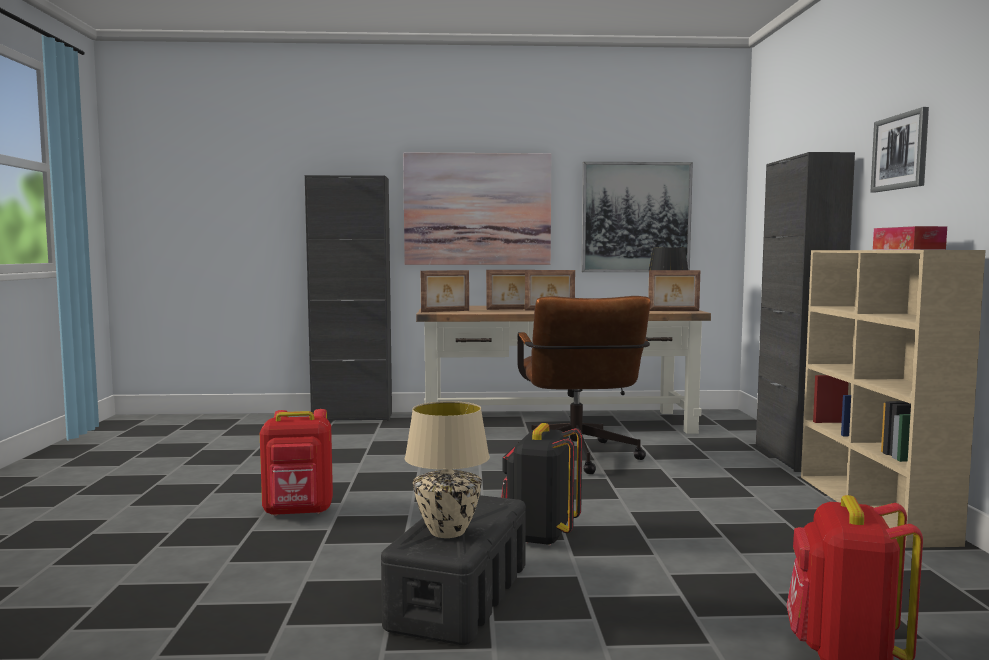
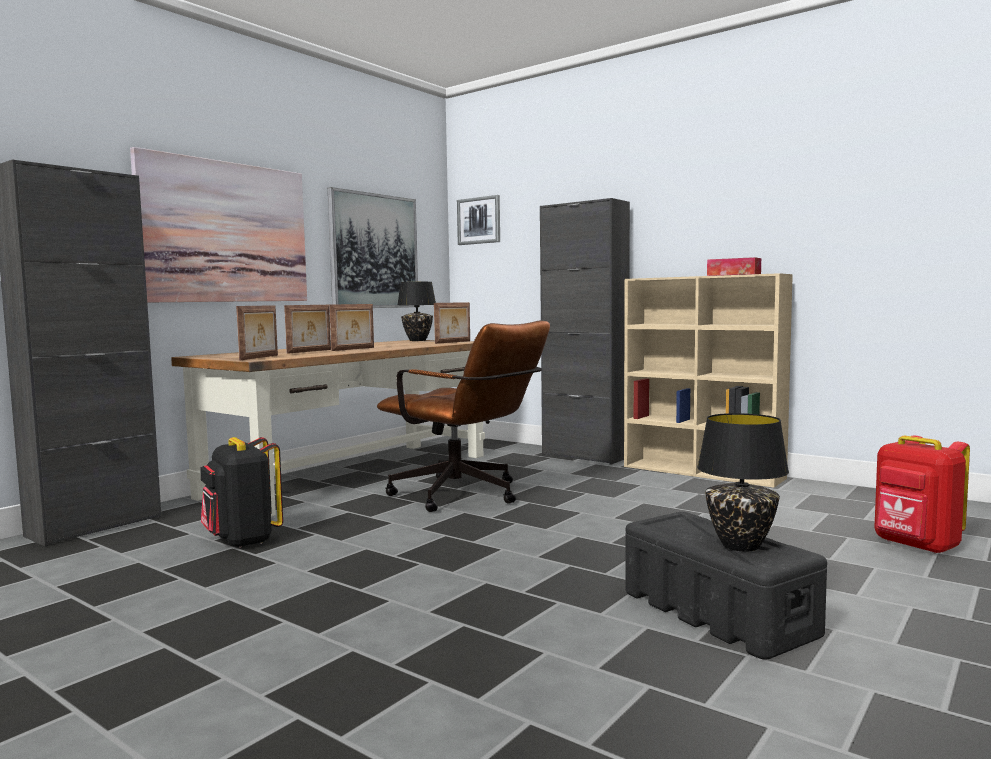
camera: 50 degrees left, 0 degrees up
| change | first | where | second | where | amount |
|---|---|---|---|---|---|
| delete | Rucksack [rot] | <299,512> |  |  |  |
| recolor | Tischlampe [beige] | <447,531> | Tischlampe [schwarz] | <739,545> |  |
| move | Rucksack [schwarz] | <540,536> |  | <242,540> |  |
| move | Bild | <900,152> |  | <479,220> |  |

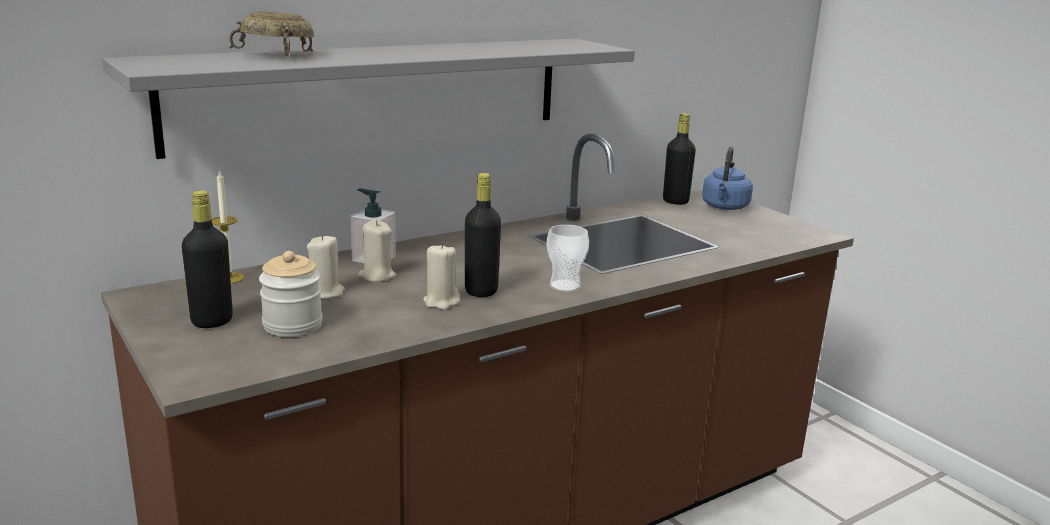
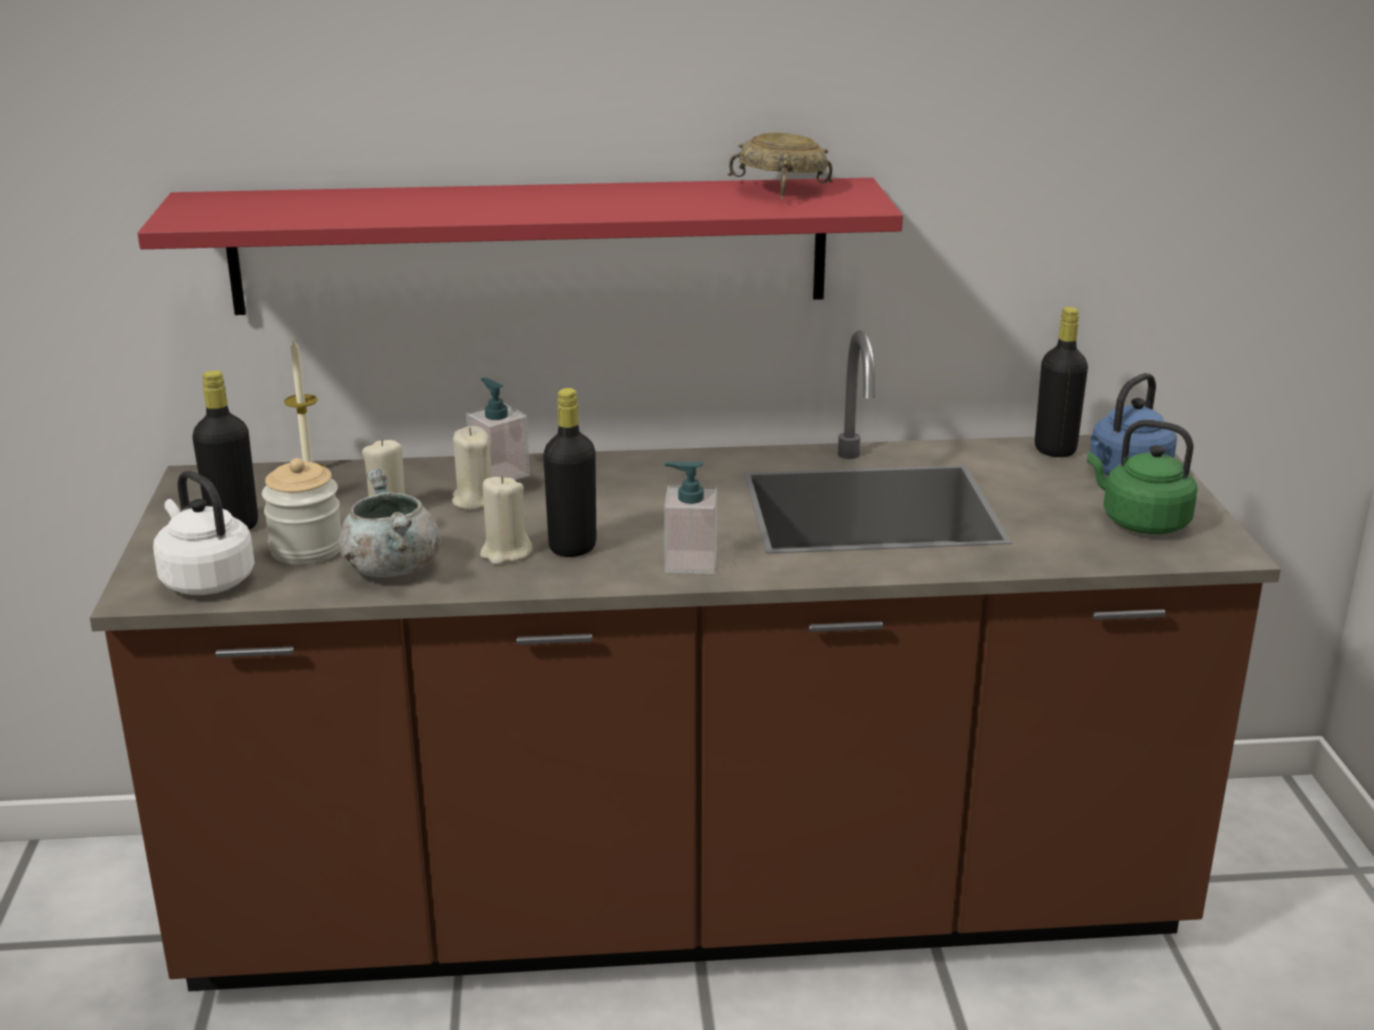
camera: 30 degrees right, 5 degrees up
| change | first | where | second | where | amount |
|---|---|---|---|---|---|
| recolor | Wandregal [grau] | <376,92> | Wandregal [rot] | <530,246> |  |
| move | Schüssel [beige] | <277,55> |  | <780,190> |  |
| replace | Tasse | <565,286> | Seifenspender | <690,562> |  |
| insert |  |  | Wasserkessel [weiß] | <205,580> |  |
| insert |  |  | Kochtopf [grau] | <390,567> |  |
| insert |  |  | Wasserkessel [grün] | <1140,522> |  |

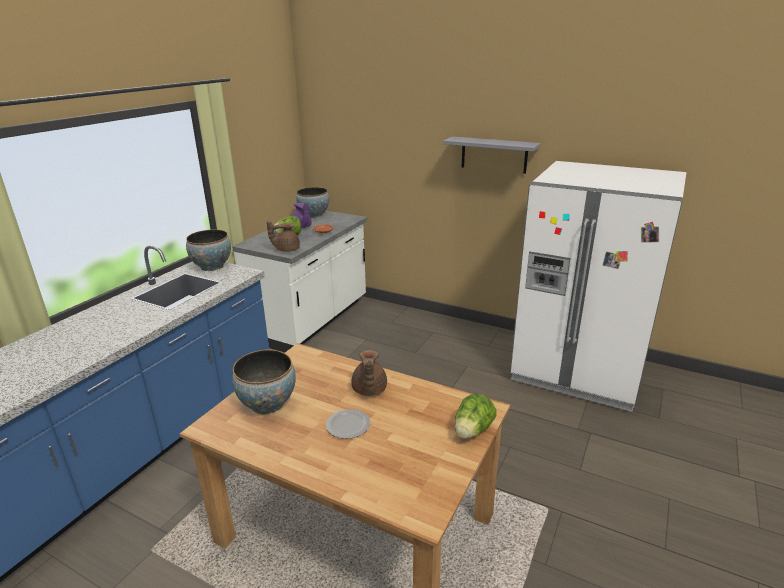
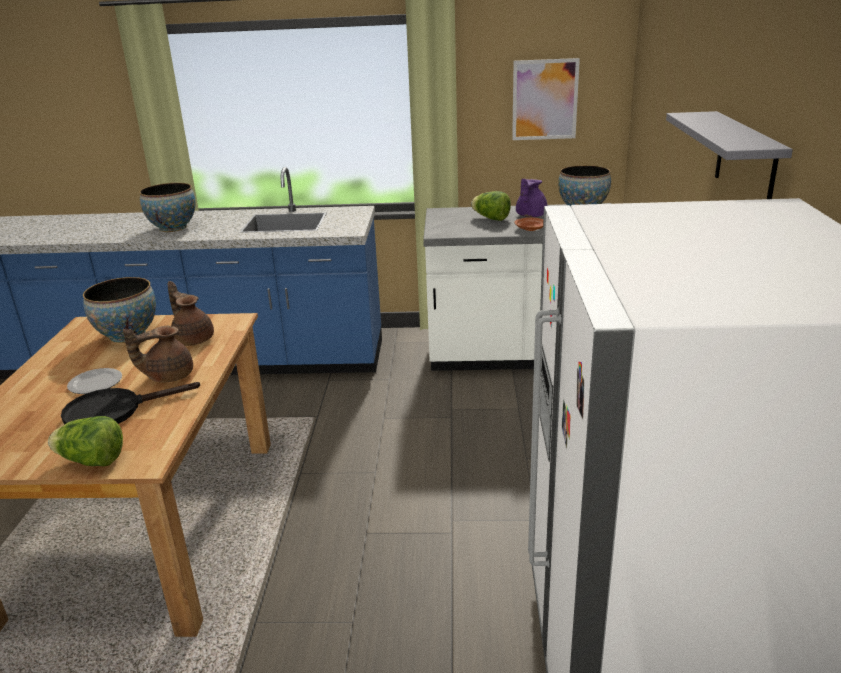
camera: 65 degrees right, 0 degrees up
| change | first | where | second | where | amount |
|---|---|---|---|---|---|
| move | Schüssel | <212,266> |  | <173,228> |  |
| move | Teekanne [braun] | <286,249> |  | <193,339> |  |
| insert |  |  | Pfanne [schwarz] | <114,411> |  |
| insert |  |  | Bild | <545,100> |  |

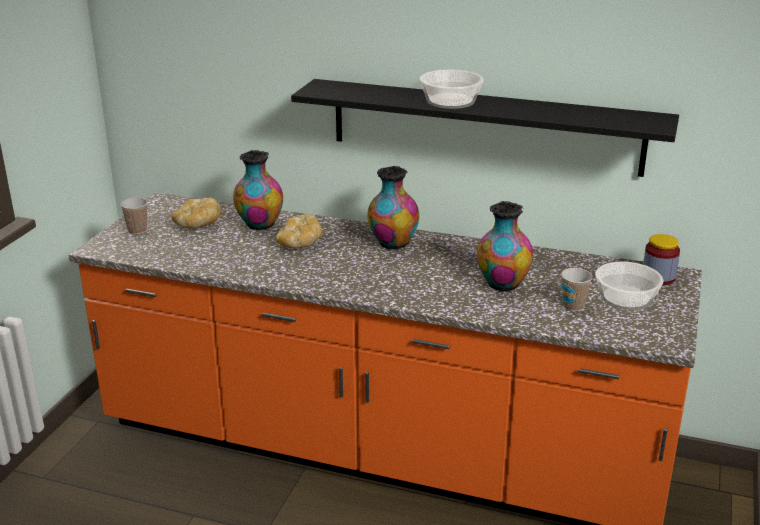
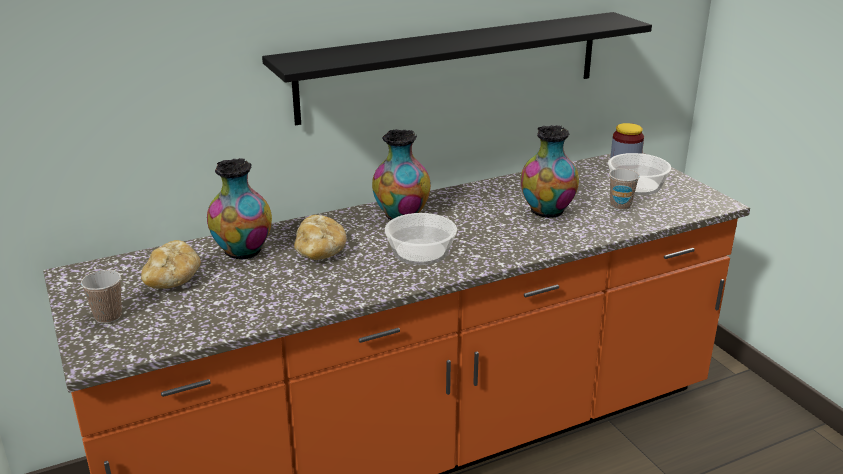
camera: 45 degrees left, 0 degrees up
| change | first | where | second | where | amount |
|---|---|---|---|---|---|
| move | Schüssel | <450,101> |  | <420,252> |  |

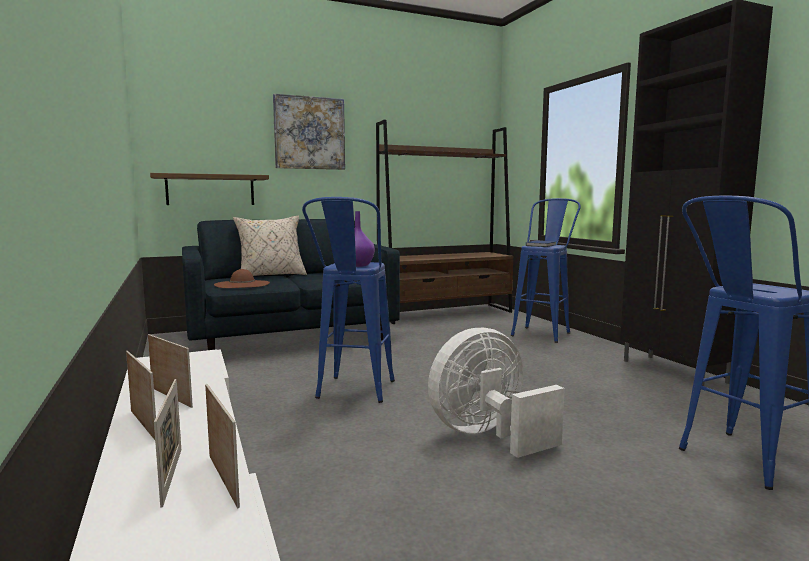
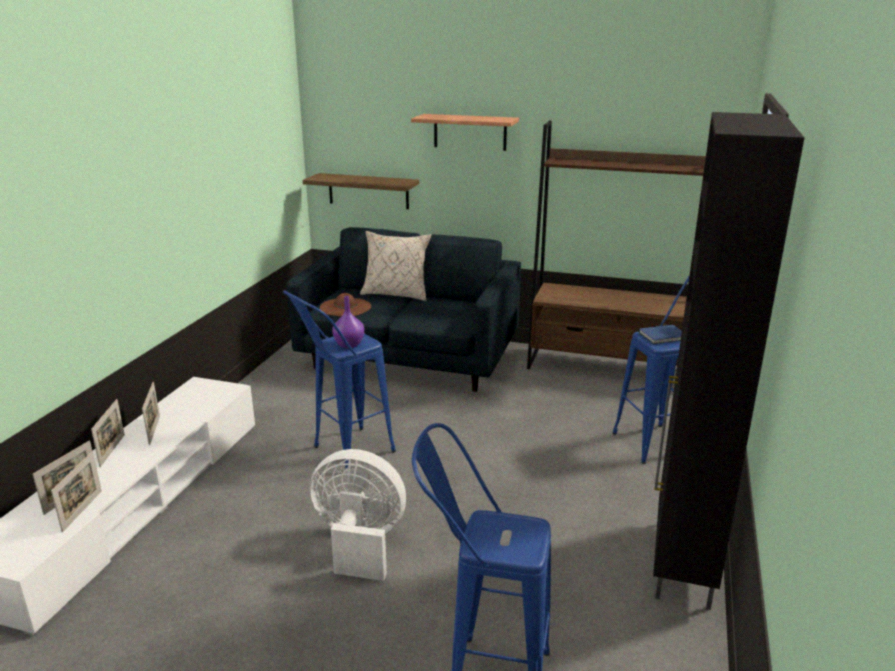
camera: 40 degrees right, 15 degrees up
| change | first | where | second | where | amount |
|---|---|---|---|---|---|
| replace | Bild | <309,133> | Wandregal | <470,132> |  |

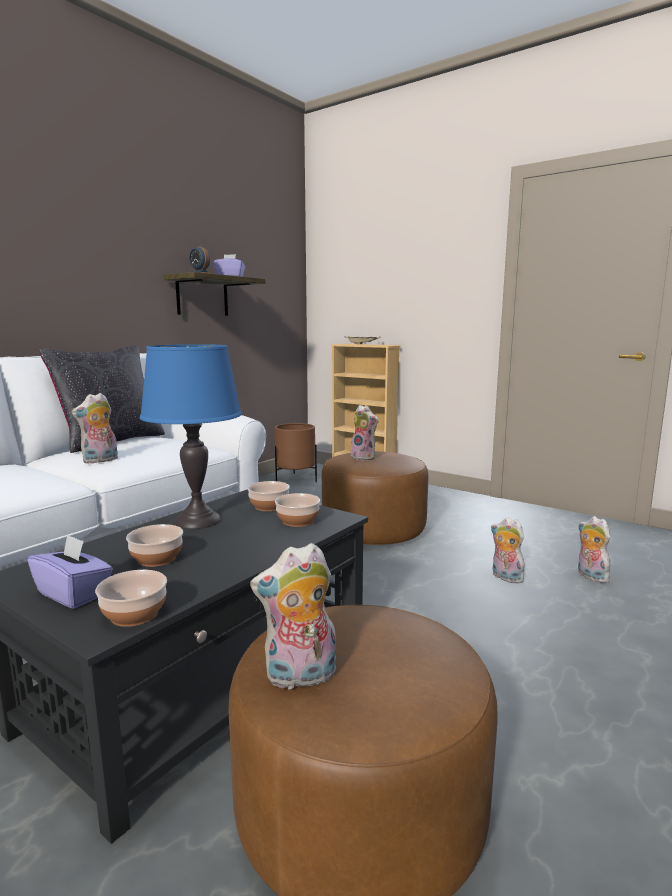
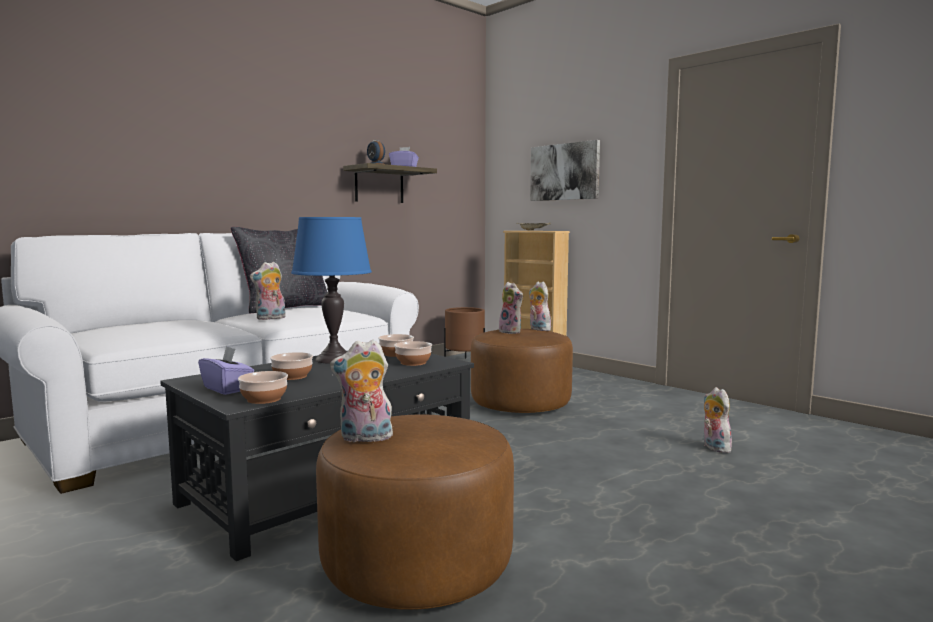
camera: 10 degrees right, 5 degrees down
| change | first | where | second | where | amount |
|---|---|---|---|---|---|
| move | Plüschtier | <505,577> |  | <538,329> |  |
| insert |  |  | Bild | <564,172> |  |

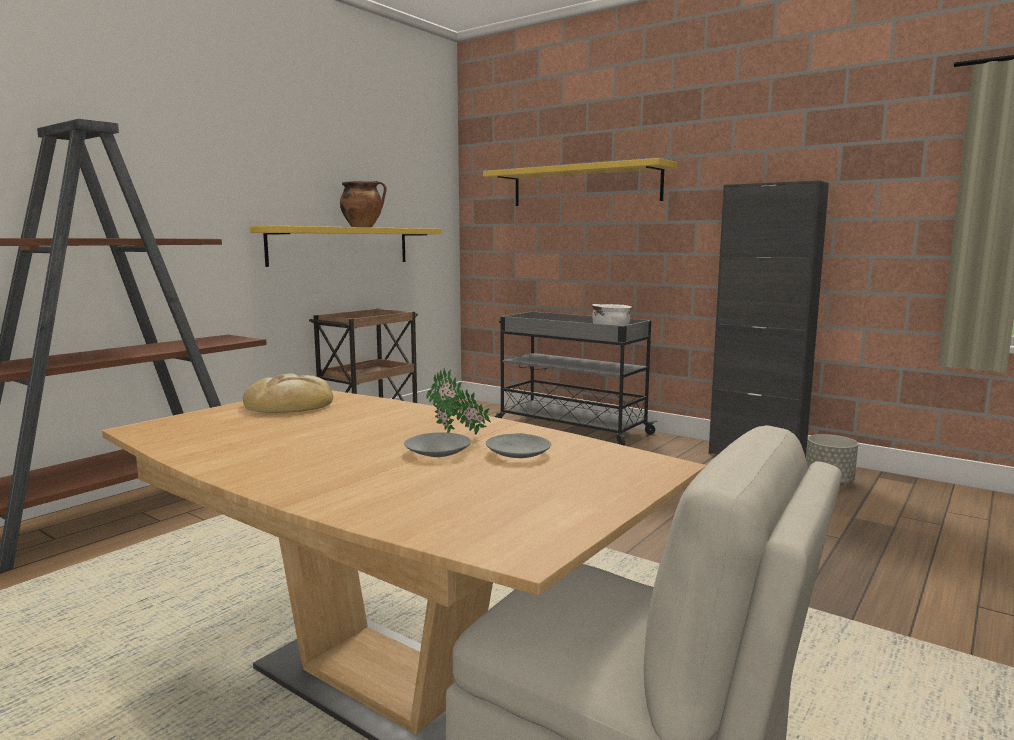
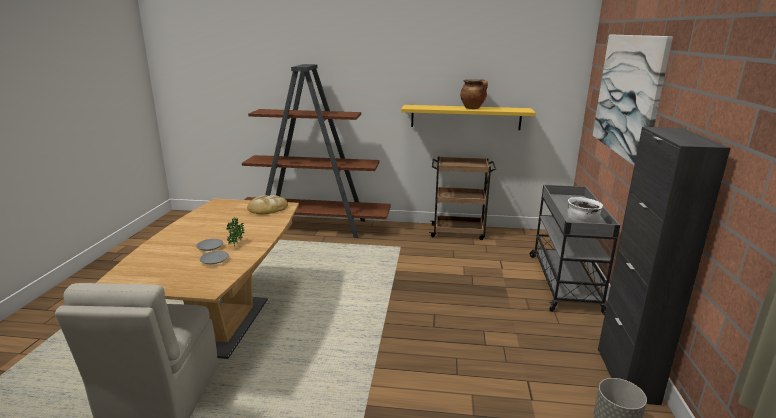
camera: 60 degrees right, 10 degrees up
| change | first | where | second | where | amount |
|---|---|---|---|---|---|
| replace | Wandregal [gelb] | <584,186> | Bild | <627,95> |  |

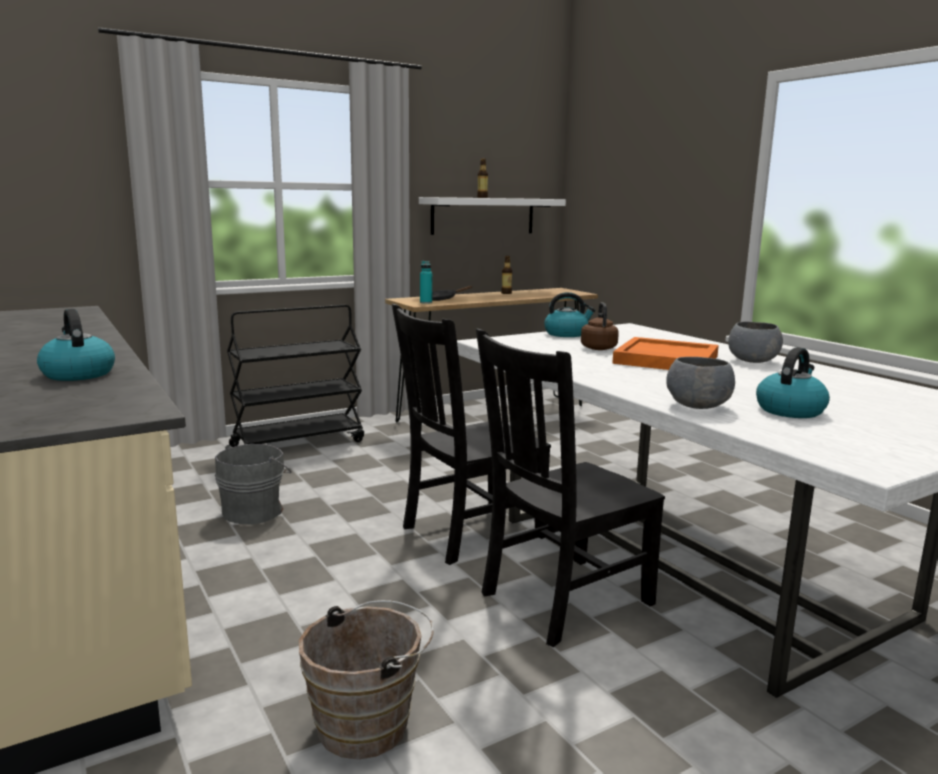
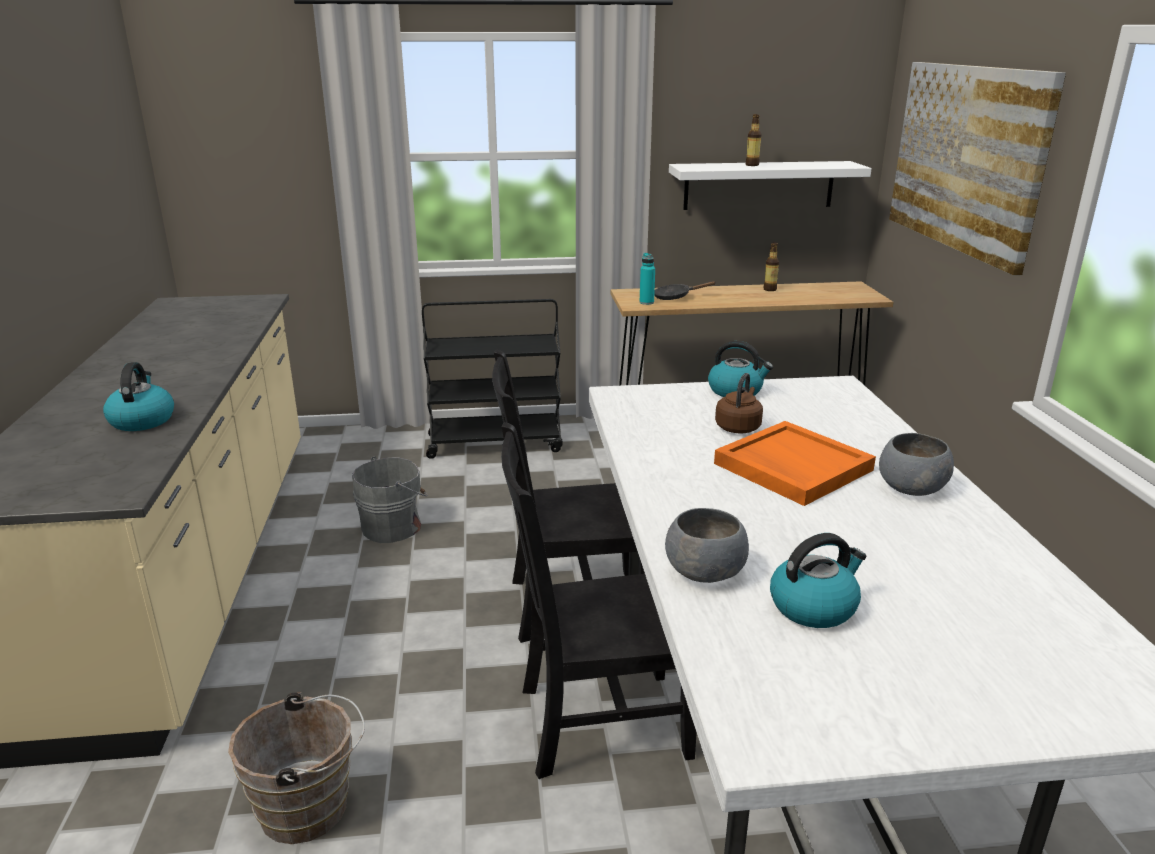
camera: 25 degrees right, 10 degrees up
| change | first | where | second | where | amount |
|---|---|---|---|---|---|
| insert |  |  | Bild | <966,158> |  |

